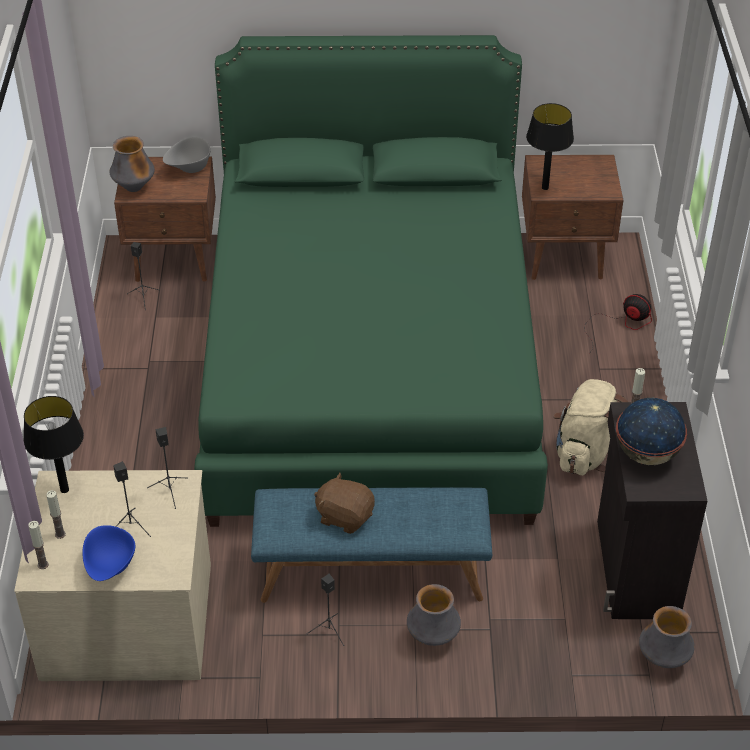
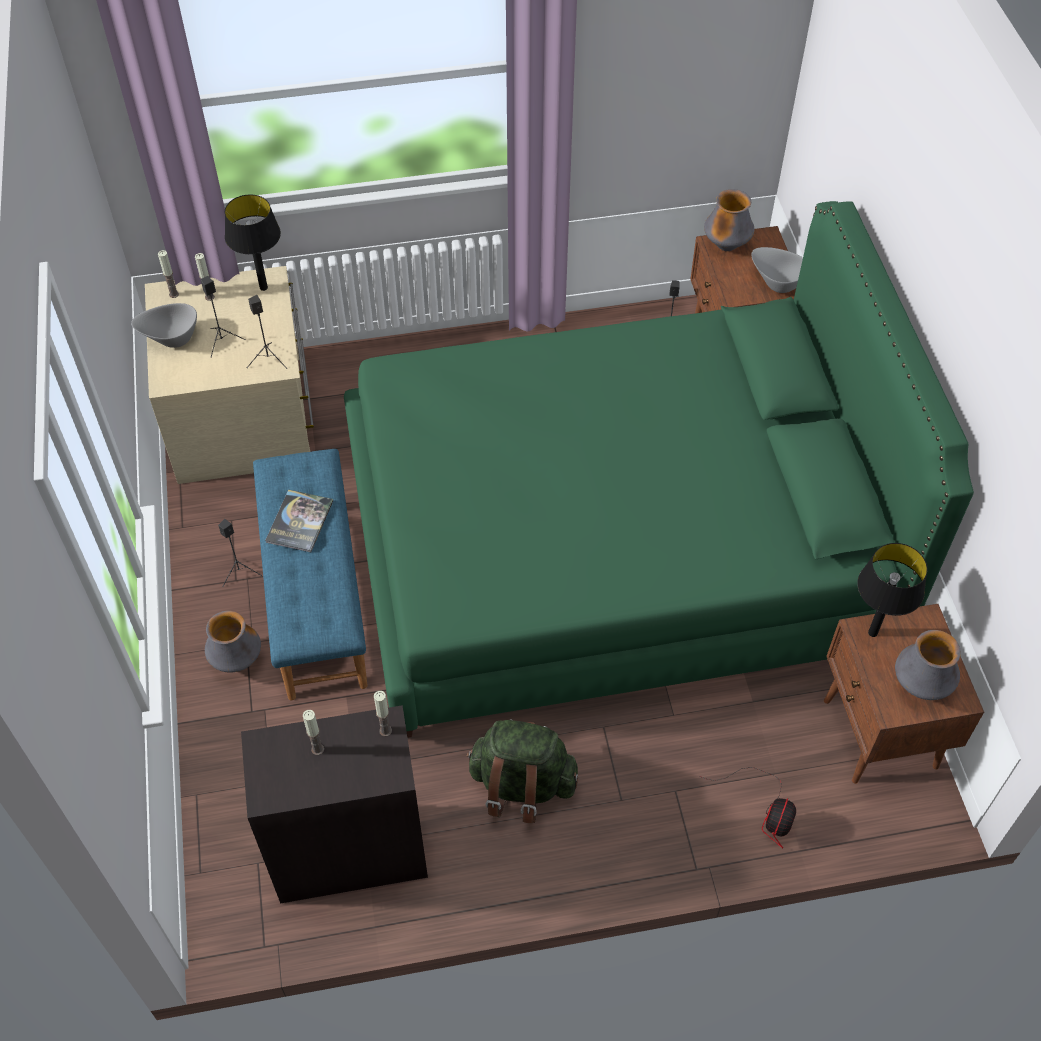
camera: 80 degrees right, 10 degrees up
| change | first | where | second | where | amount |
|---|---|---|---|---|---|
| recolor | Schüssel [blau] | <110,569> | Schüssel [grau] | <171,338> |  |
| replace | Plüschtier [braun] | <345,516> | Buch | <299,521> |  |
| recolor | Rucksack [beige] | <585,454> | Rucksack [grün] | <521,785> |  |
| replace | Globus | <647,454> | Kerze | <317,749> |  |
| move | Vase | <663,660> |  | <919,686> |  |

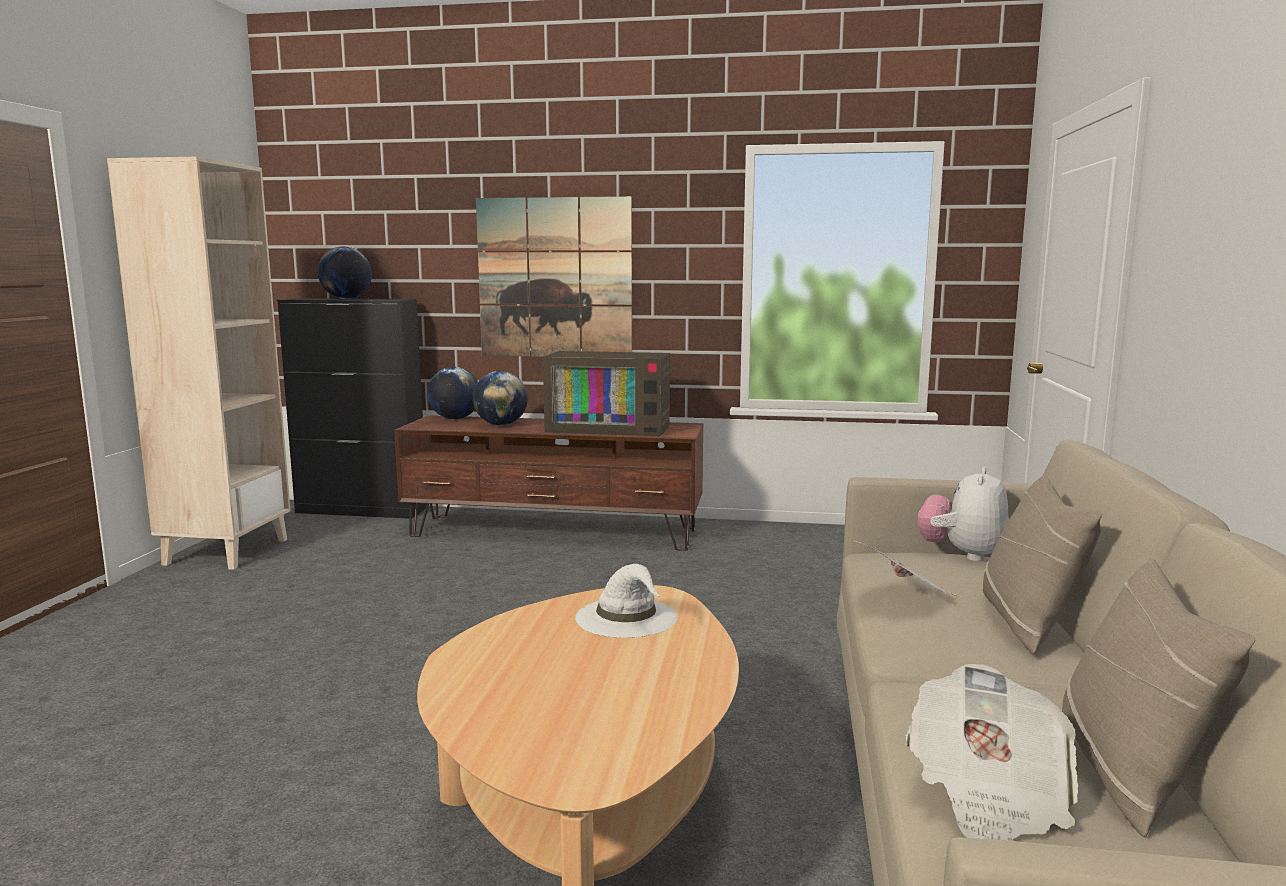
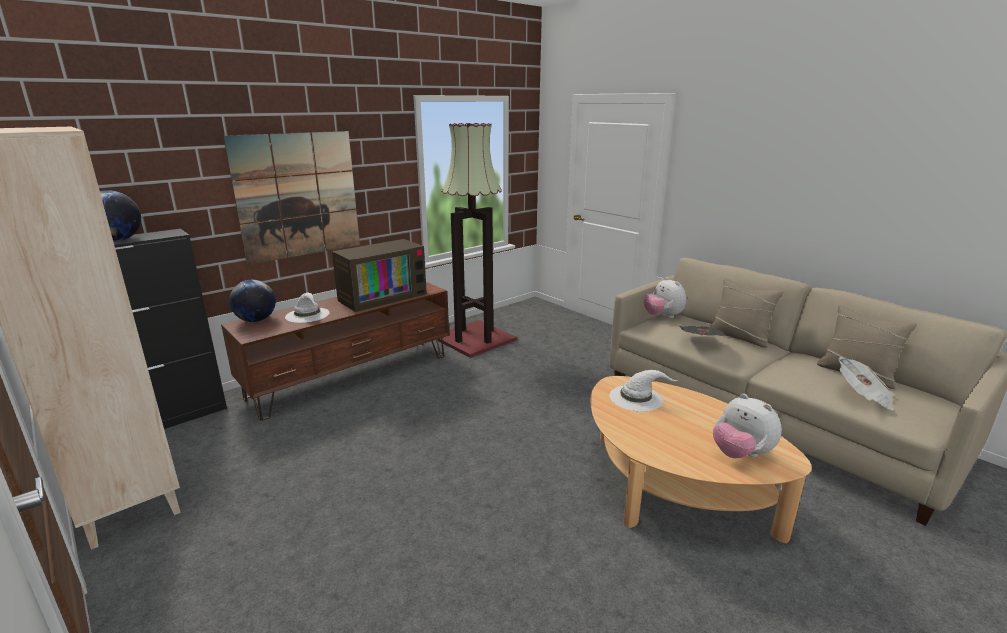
camera: 50 degrees left, 10 degrees up
| change | first | where | second | where | amount |
|---|---|---|---|---|---|
| replace | Globus | <501,425> | Hut [weiß] | <308,315> |  |
| insert |  |  | Stehlampe | <473,339> |  |
| insert |  |  | Plüschtier | <741,454> |  |

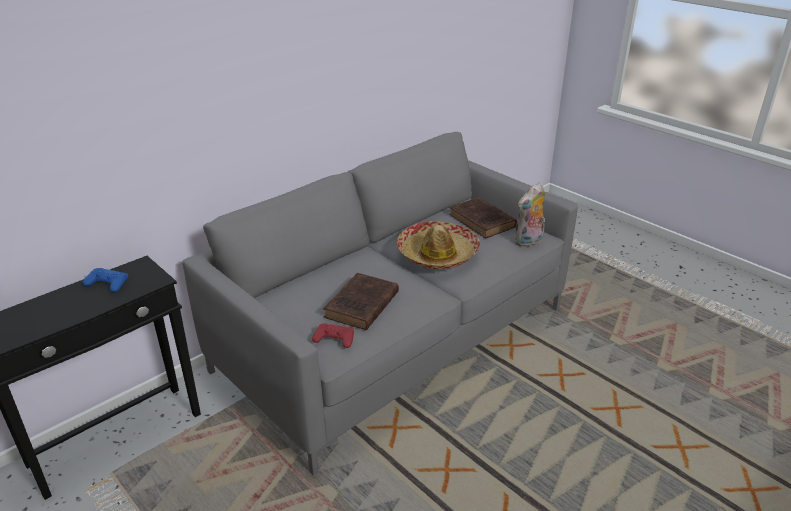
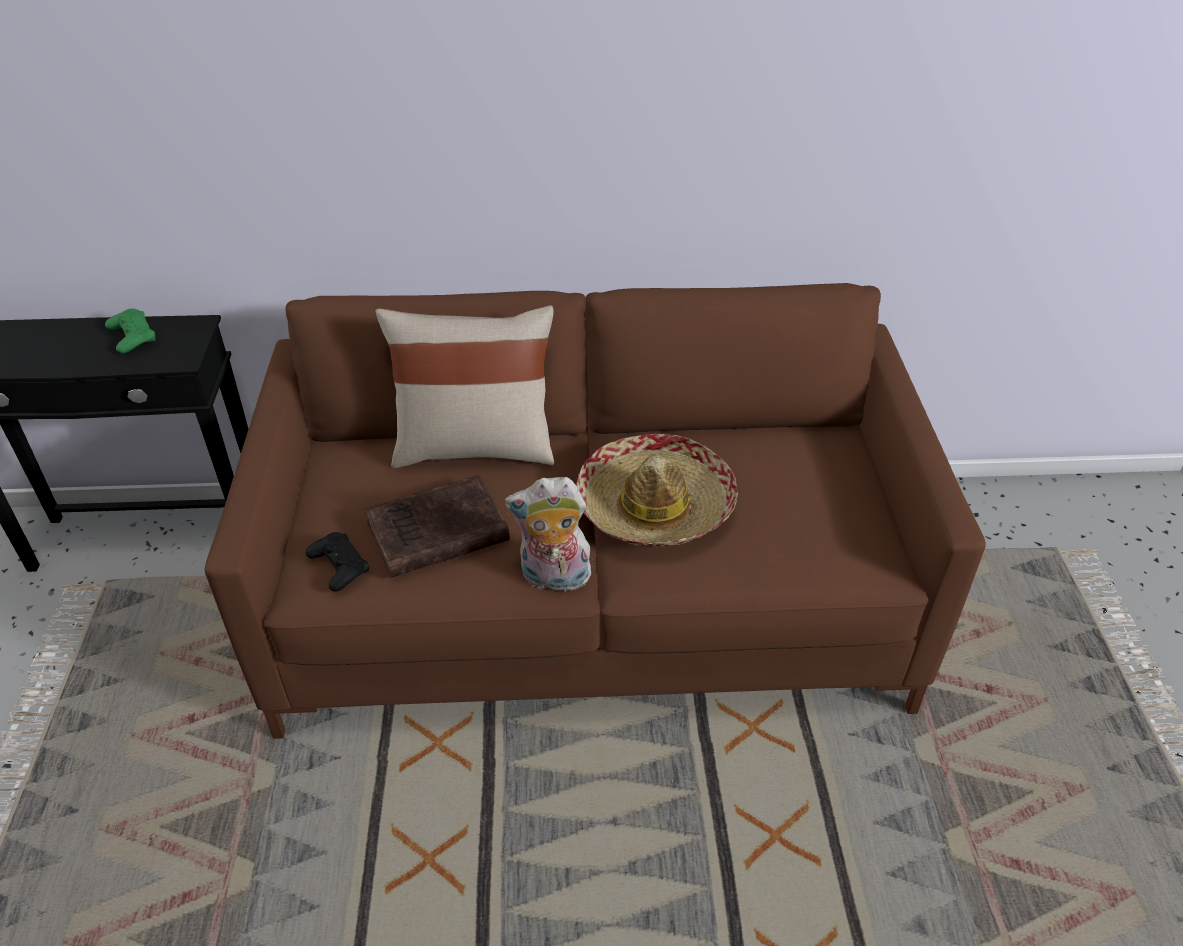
camera: 40 degrees right, 10 degrees up
| change | first | where | second | where | amount |
|---|---|---|---|---|---|
| recolor | Gamepad [blau] | <107,283> | Gamepad [grün] | <132,336> |  |
| recolor | Sofa [grau] | <395,339> | Sofa [braun] | <591,604> |  |
| recolor | Gamepad [rot] | <334,339> | Gamepad [schwarz] | <339,566> |  |
| delete | Buch [braun] | <483,222> |  |  |  |
| move | Plüschtier | <529,242> |  | <553,579> |  |
| insert |  |  | Kissen [beige] | <475,447> |  |

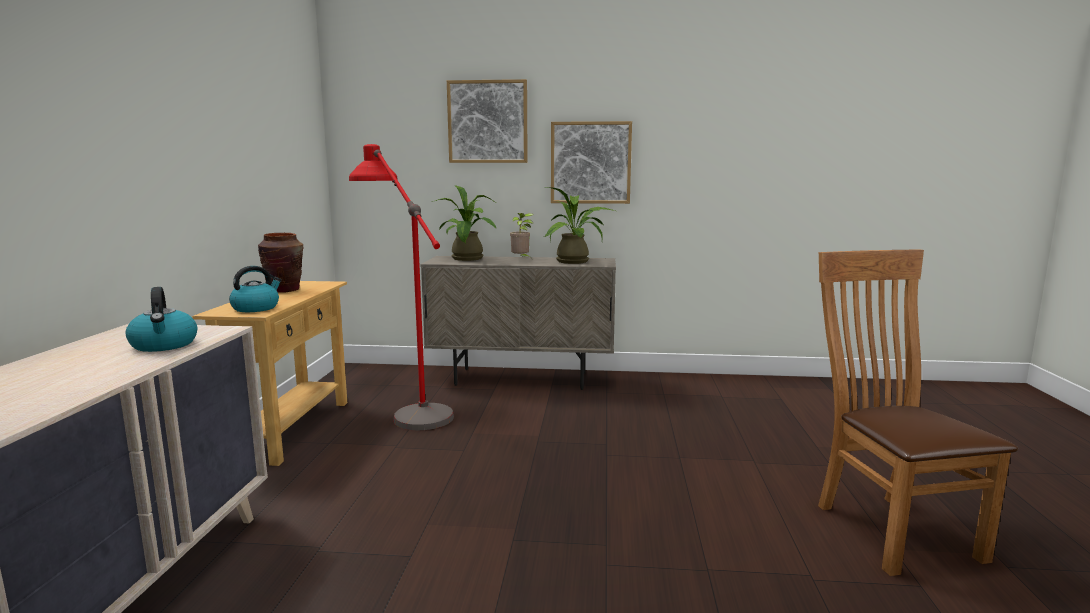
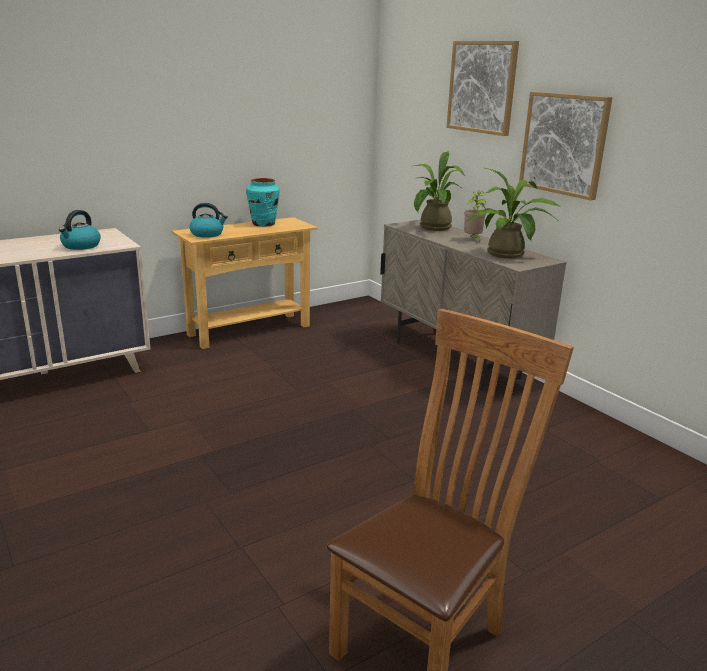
camera: 50 degrees right, 10 degrees up
| change | first | where | second | where | amount |
|---|---|---|---|---|---|
| recolor | Vase [braun] | <284,290> | Vase [türkis] | <263,224> |  |
| delete | Stehlampe [rot] | <407,405> |  |  |  |

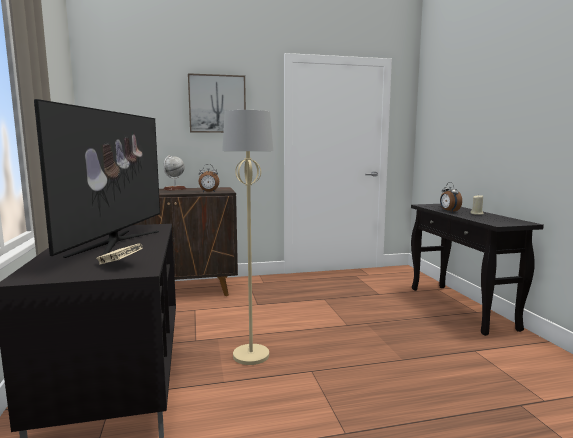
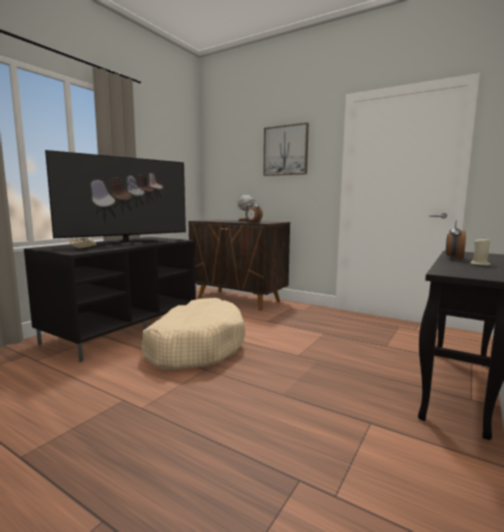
camera: 45 degrees right, 0 degrees up
| change | first | where | second | where | amount |
|---|---|---|---|---|---|
| replace | Stehlampe [beige] | <251,355> | Hundebett [beige] | <195,346> |  |

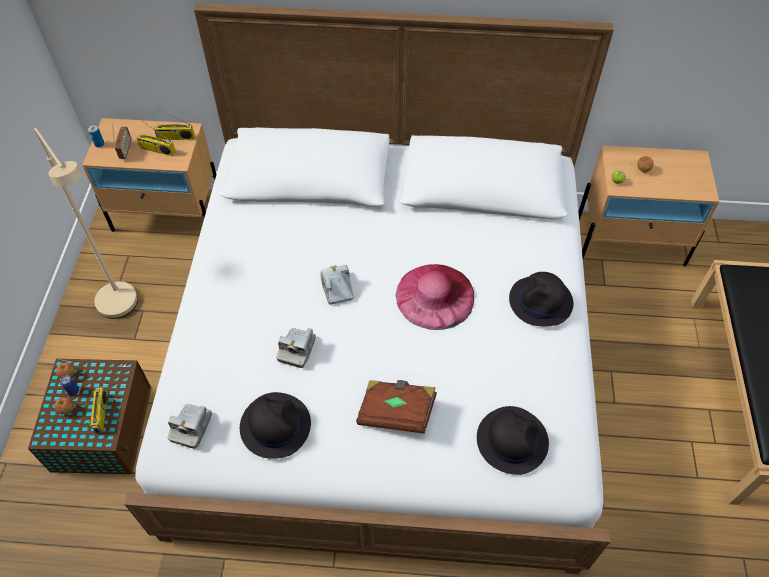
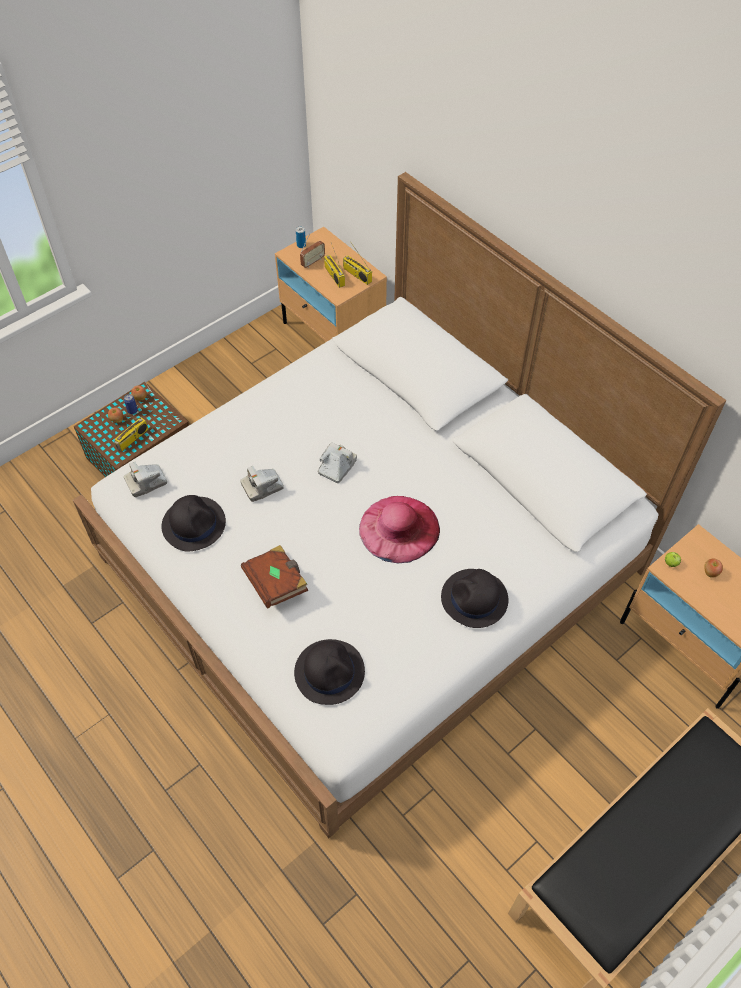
camera: 45 degrees right, 0 degrees up
| change | first | where | second | where | amount |
|---|---|---|---|---|---|
| delete | Stehlampe [beige] | <124,309> |  |  |  |

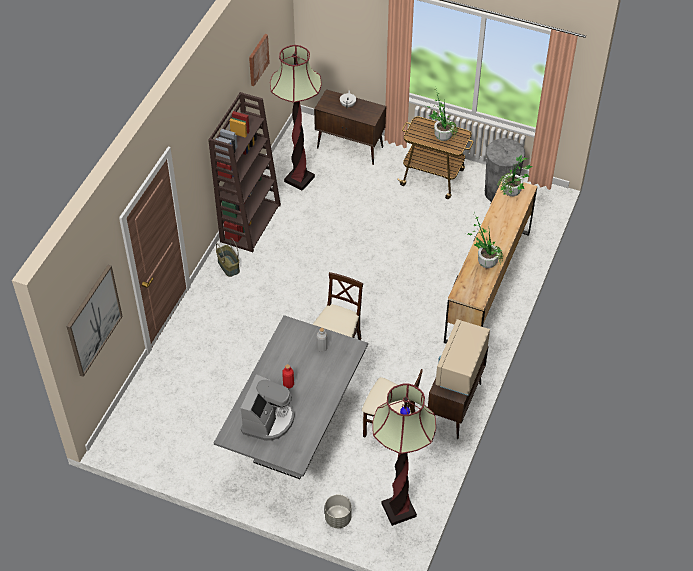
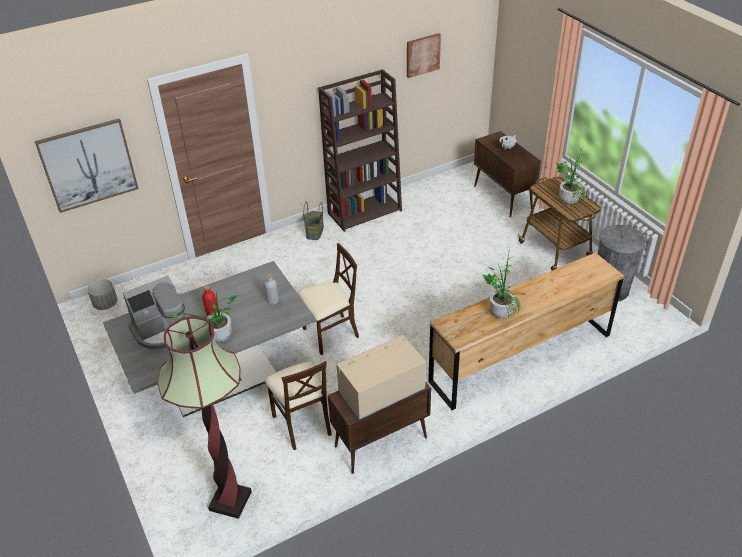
camera: 40 degrees right, 10 degrees down
| change | first | where | second | where | amount |
|---|---|---|---|---|---|
| delete | Stehlampe | <299,179> |  |  |  |
| move | Pflanzkübel [grau] | <337,518> |  | <105,304> |  |
| move | Topfpflanze | <511,195> |  | <216,339> |  |

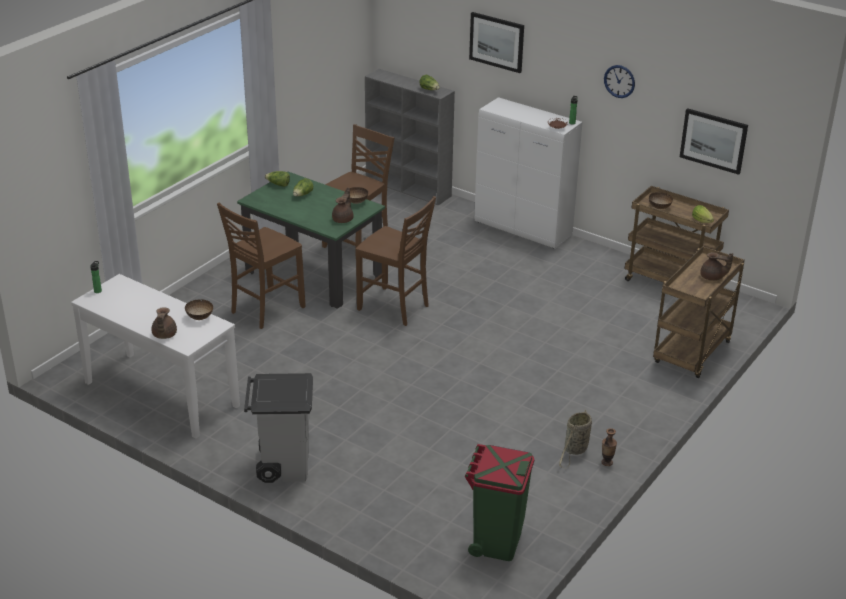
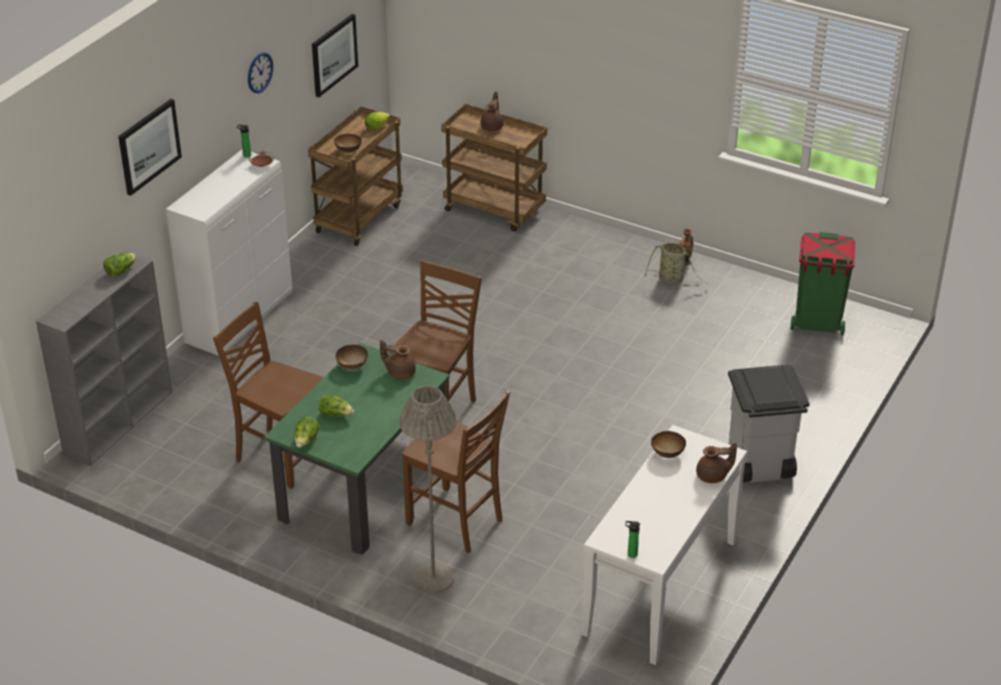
camera: 95 degrees left, 5 degrees up
| change | first | where | second | where | amount |
|---|---|---|---|---|---|
| insert |  |  | Stehlampe [grau] | <433,578> |  |

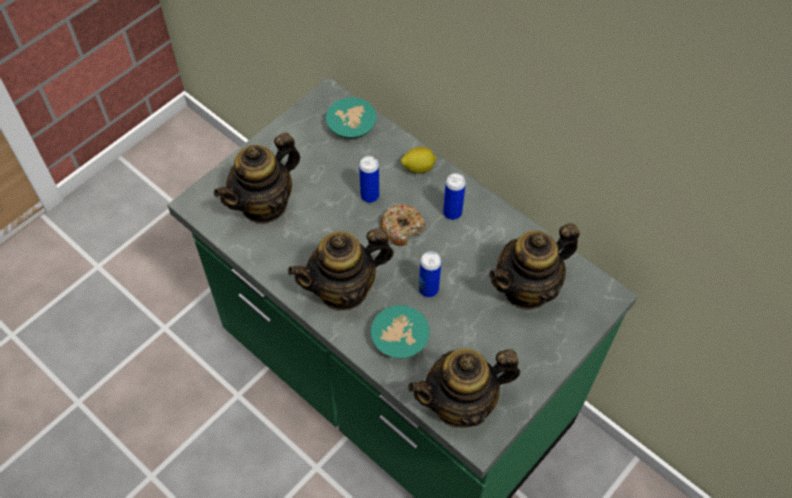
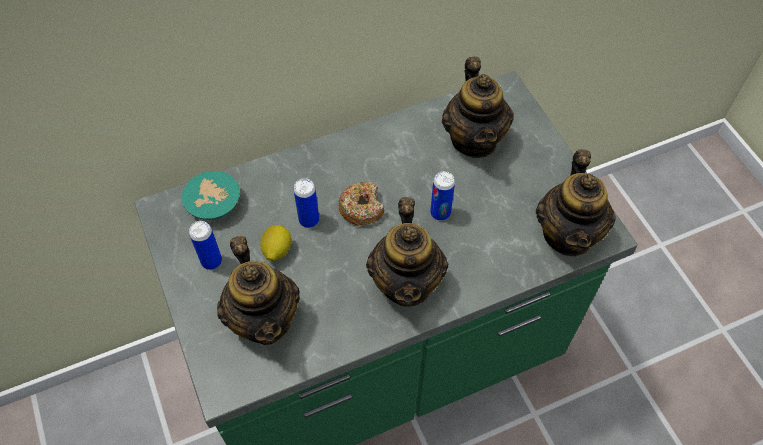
camera: 65 degrees left, 0 degrees up
| change | first | where | second | where | amount |
|---|---|---|---|---|---|
| delete | Schüssel [türkis] | <397,340> |  |  |  |
| move | Zitrone | <418,168> |  | <277,250> |  |
| move | Dose | <452,213> |  | <211,261> |  |

